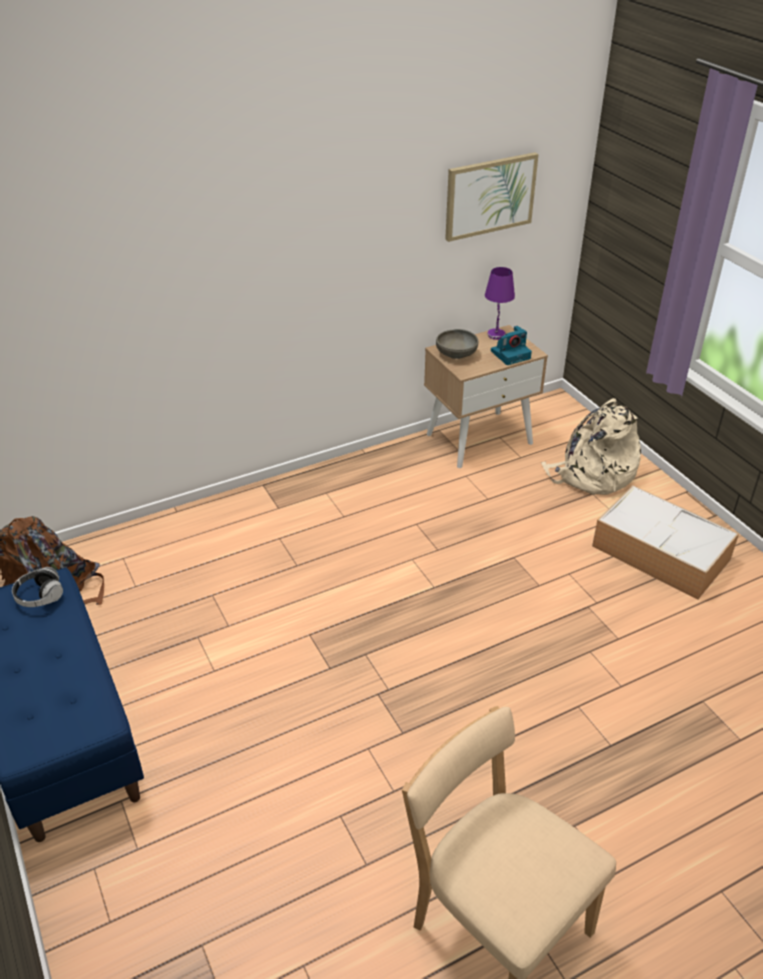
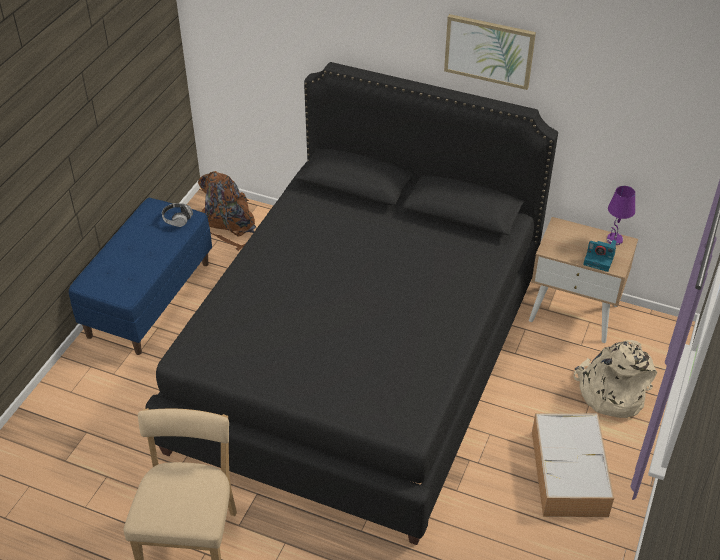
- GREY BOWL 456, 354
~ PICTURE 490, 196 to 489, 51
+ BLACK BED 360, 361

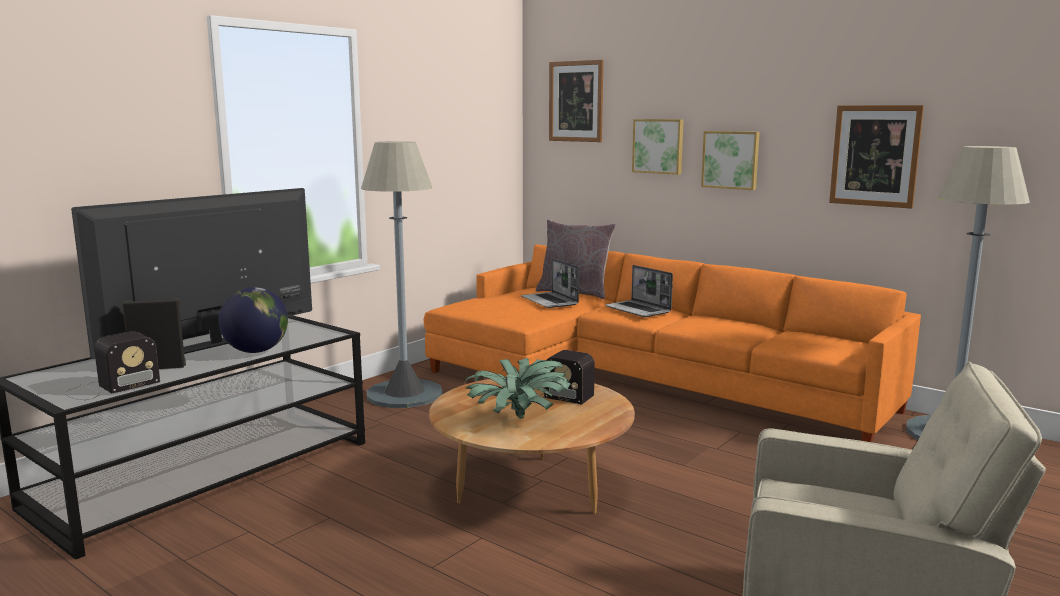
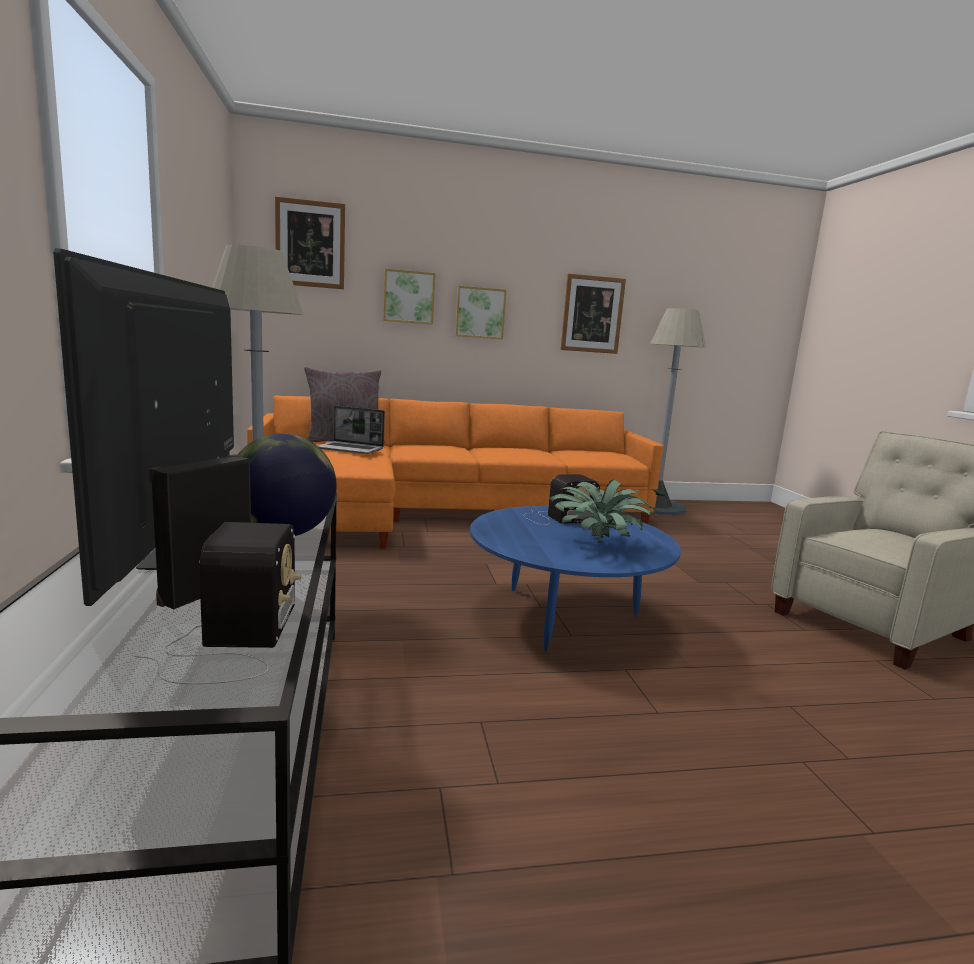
~ BROWN COFFEE TABLE 531, 490 to BLUE COFFEE TABLE 564, 617
- LAPTOP 639, 310

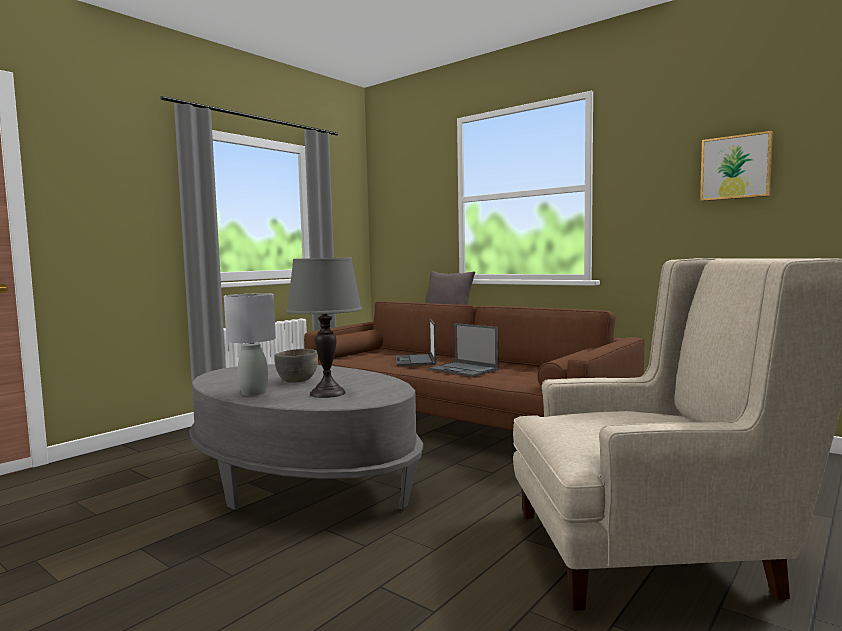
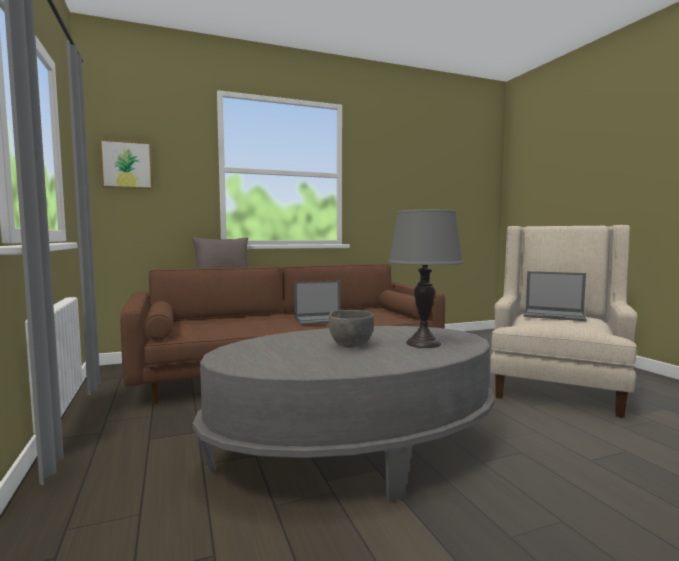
- GREY TABLE LAMP 253, 392
~ LAPTOP 415, 360 to 554, 315
~ PICTURE 736, 167 to 127, 165

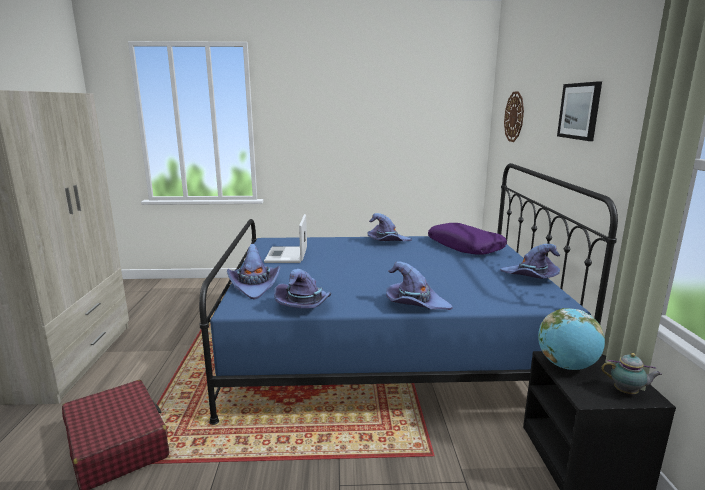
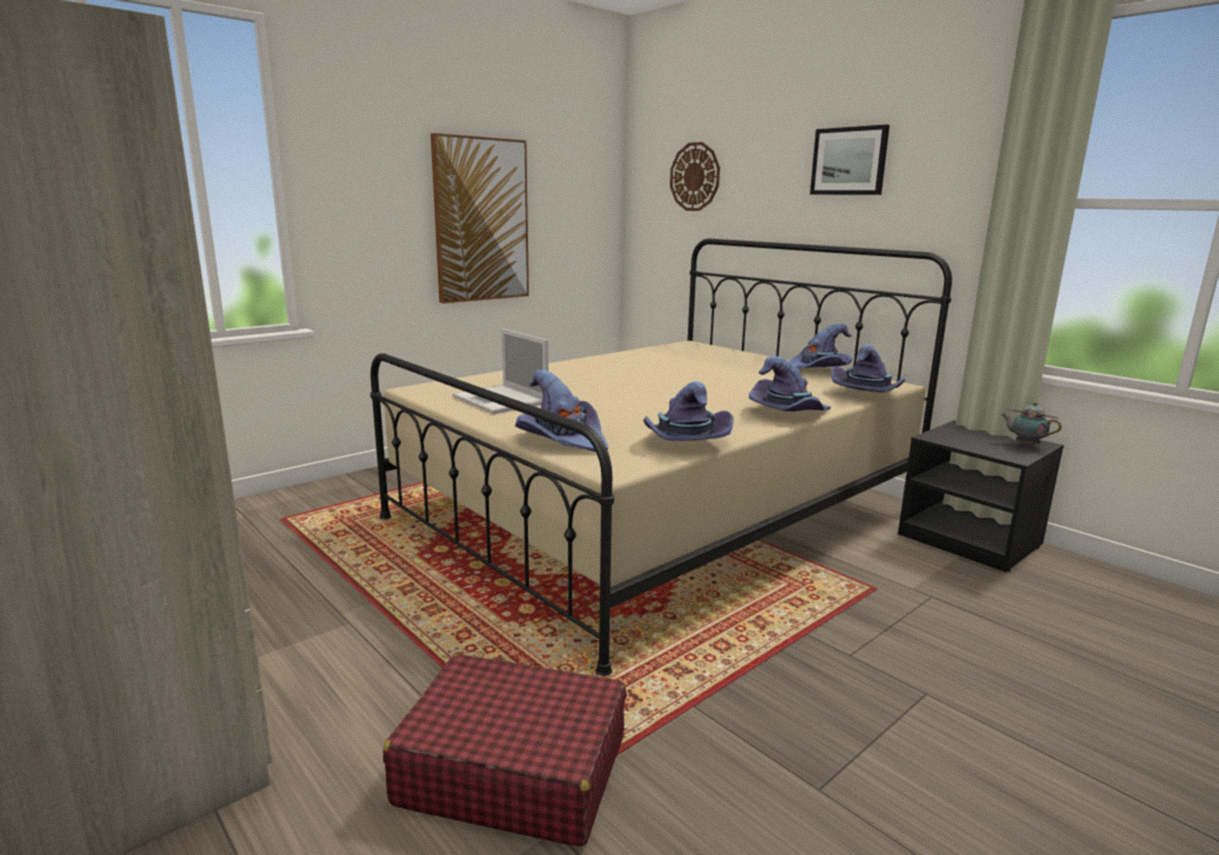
~ BLUE BED 385, 348 to BEIGE BED 658, 512
~ PURPLE HAT 387, 242 to 866, 394
- PURPLE PILLOW 465, 246
- GLOBE 566, 366
~ TEAPOT 627, 392 = 1025, 445 120 degrees counterclockwise
+ PICTURE 481, 220

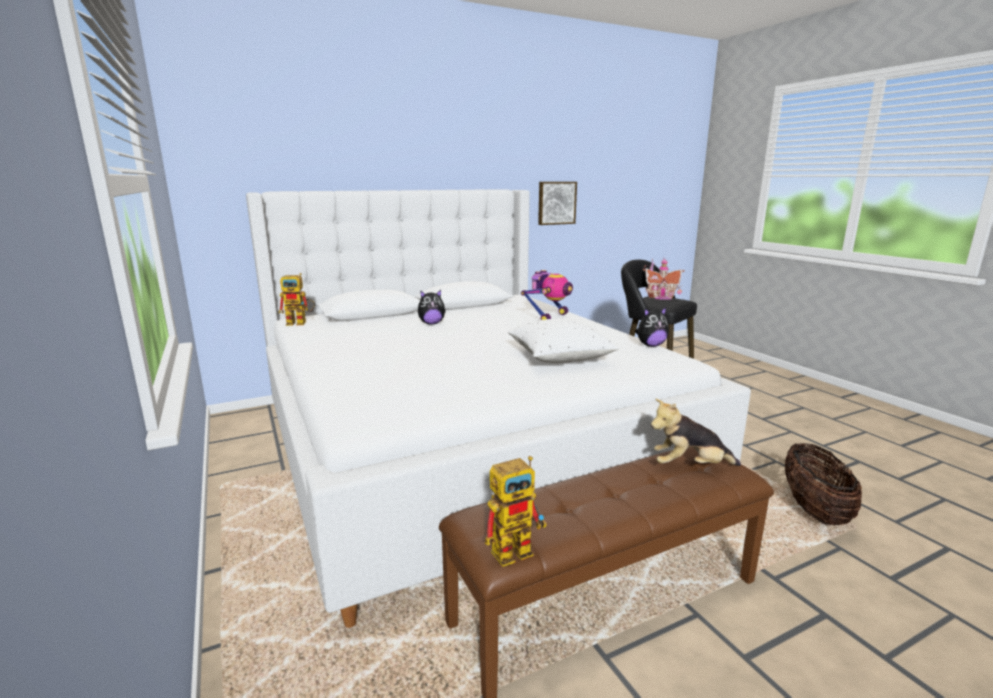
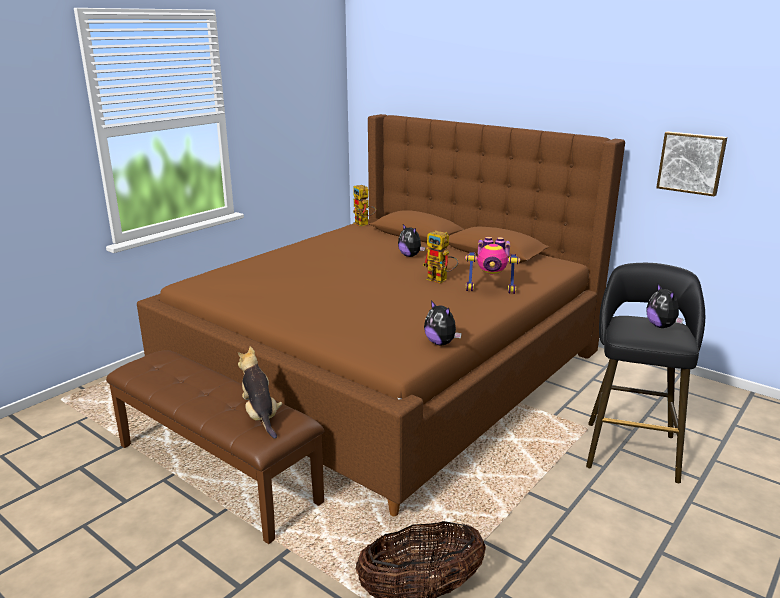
~ WHITE BED 465, 445 to BROWN BED 389, 370
~ TOY ROBOT 517, 548 to 441, 280
- WHITE PILLOW 559, 358
~ TOY HOUSE 661, 297 to PLUSH TOY 661, 326

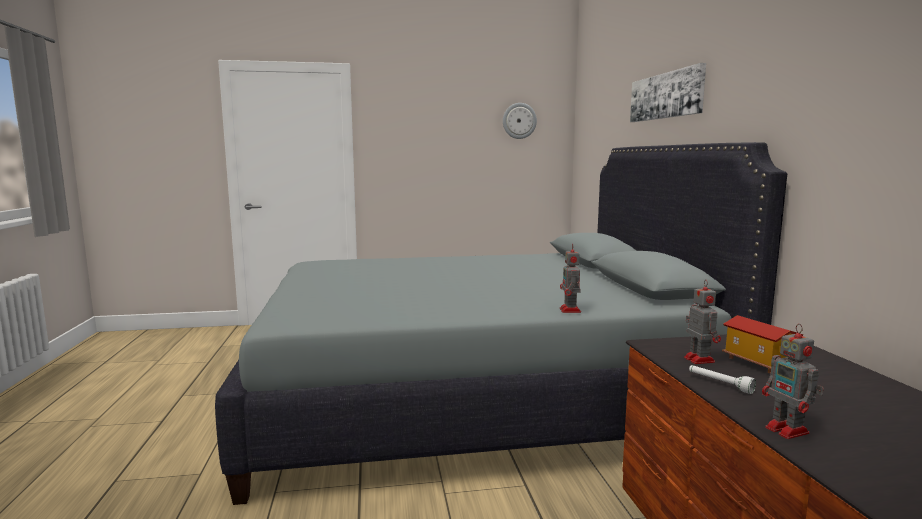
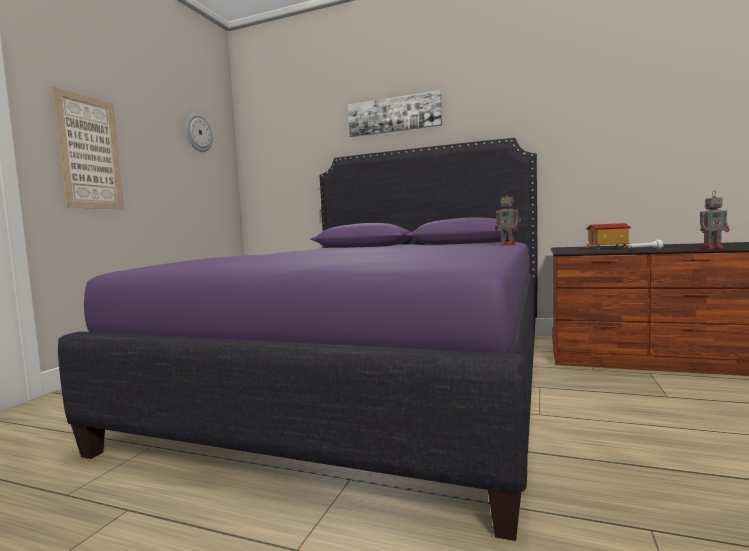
~ GREY BED 475, 399 to PURPLE BED 376, 377
- TOY ROBOT 698, 359
+ PICTURE 90, 152

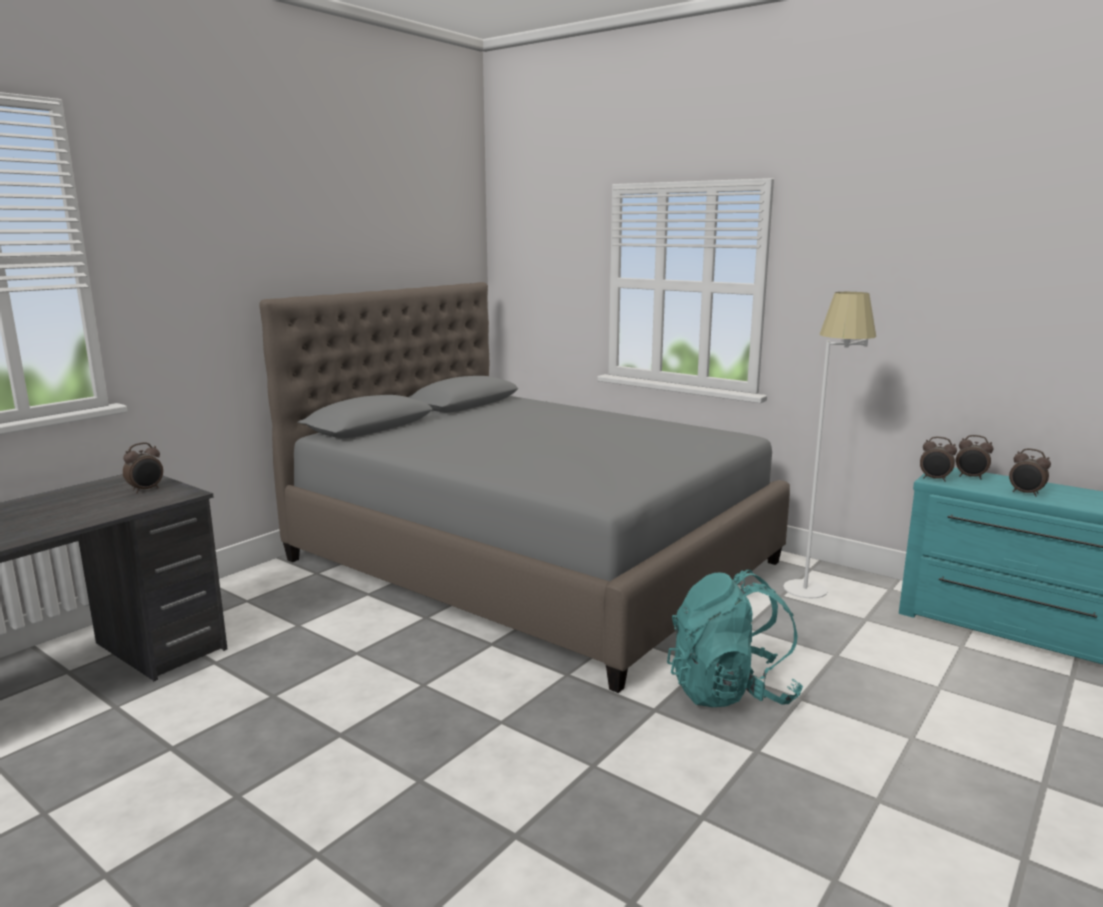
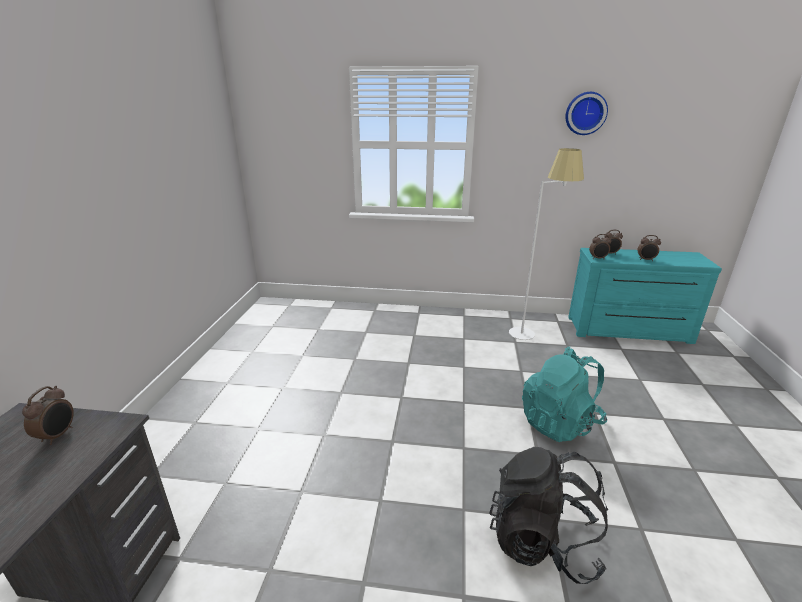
- GREY BED 532, 560
+ BLACK BACKPACK 542, 541
+ WALL CLOCK 585, 113

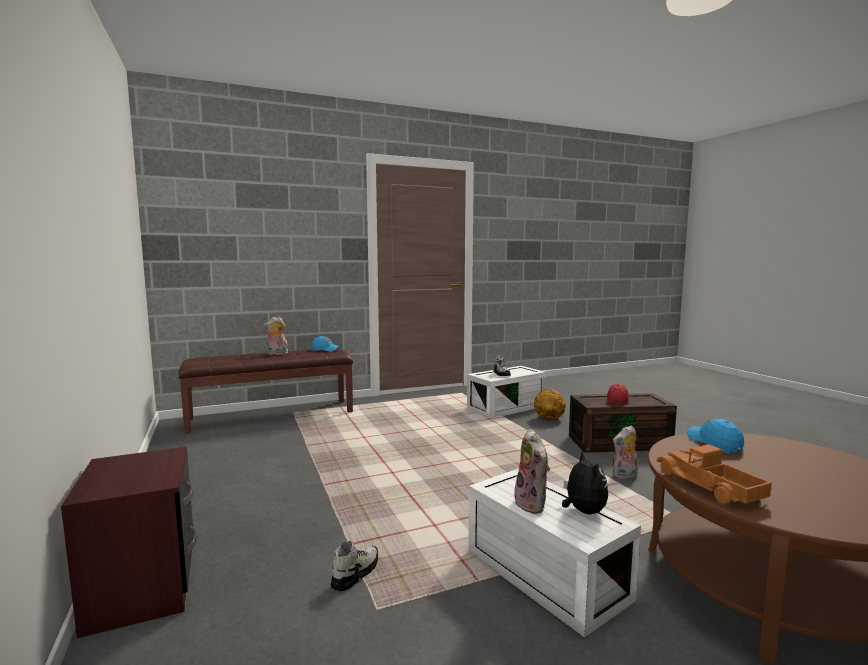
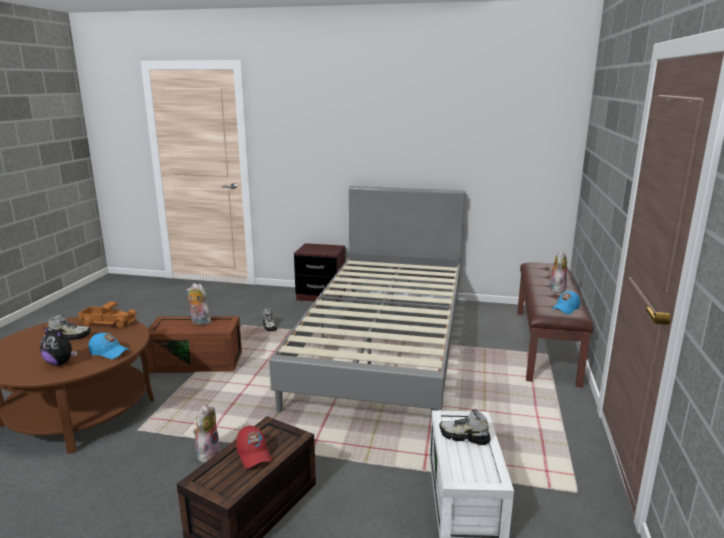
~ WHITE STORAGE BOX 542, 574 to BROWN STORAGE BOX 198, 361
- BASKETBALL 548, 418
~ PLUSH TOY 583, 511 to 61, 363
+ SHOE 70, 337
+ GREY BED 384, 345

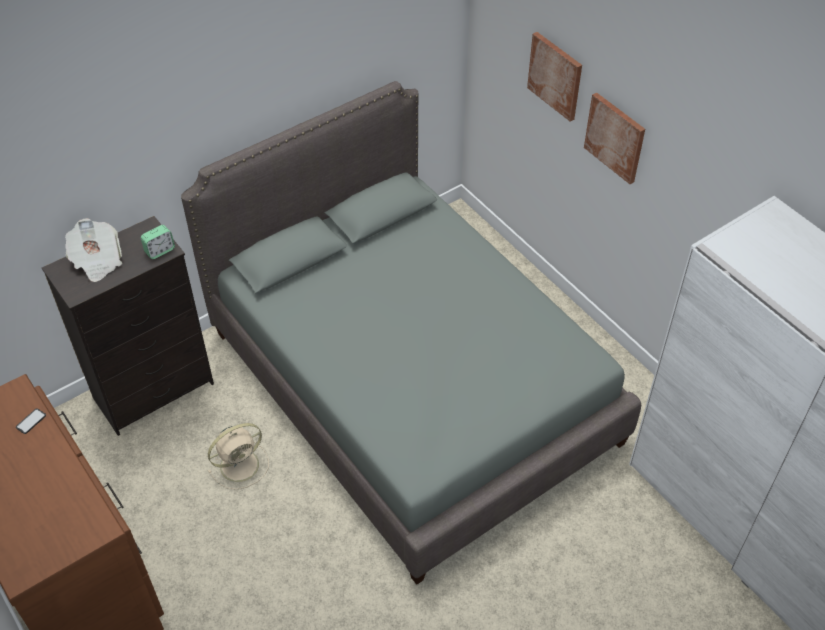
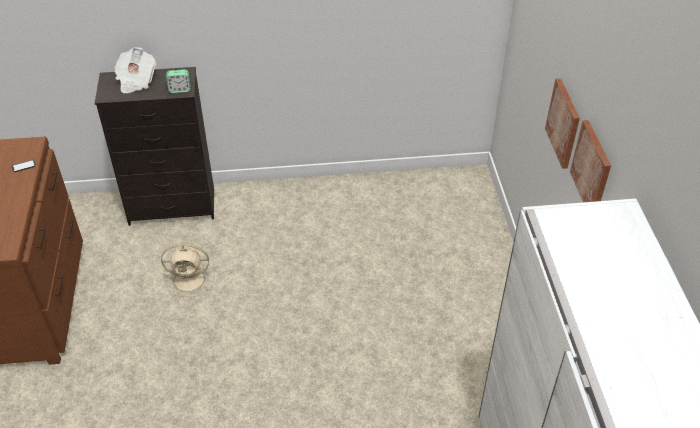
- GREY BED 412, 385
~ PICTURE 555, 75 to 592, 168

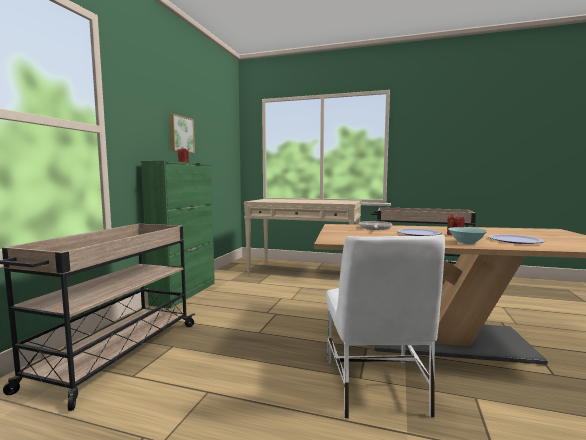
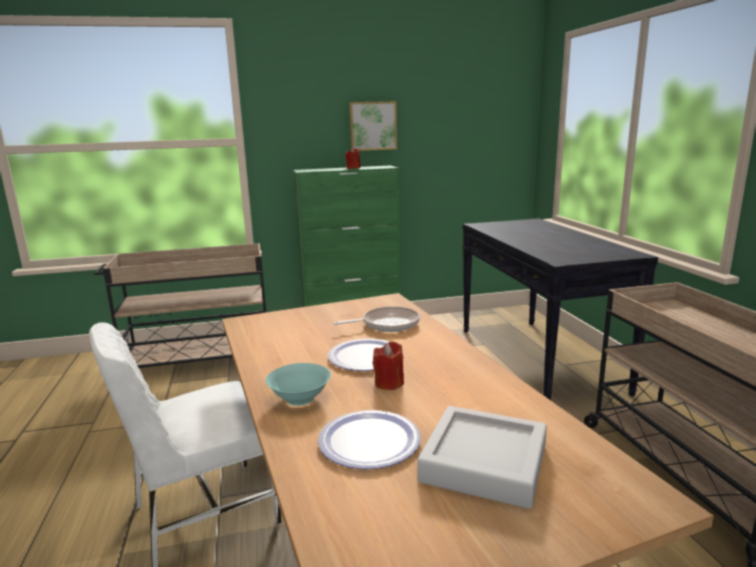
~ BEIGE CONSOLE TABLE 304, 271 to BLACK CONSOLE TABLE 538, 359
+ GREY TRAY 484, 463

